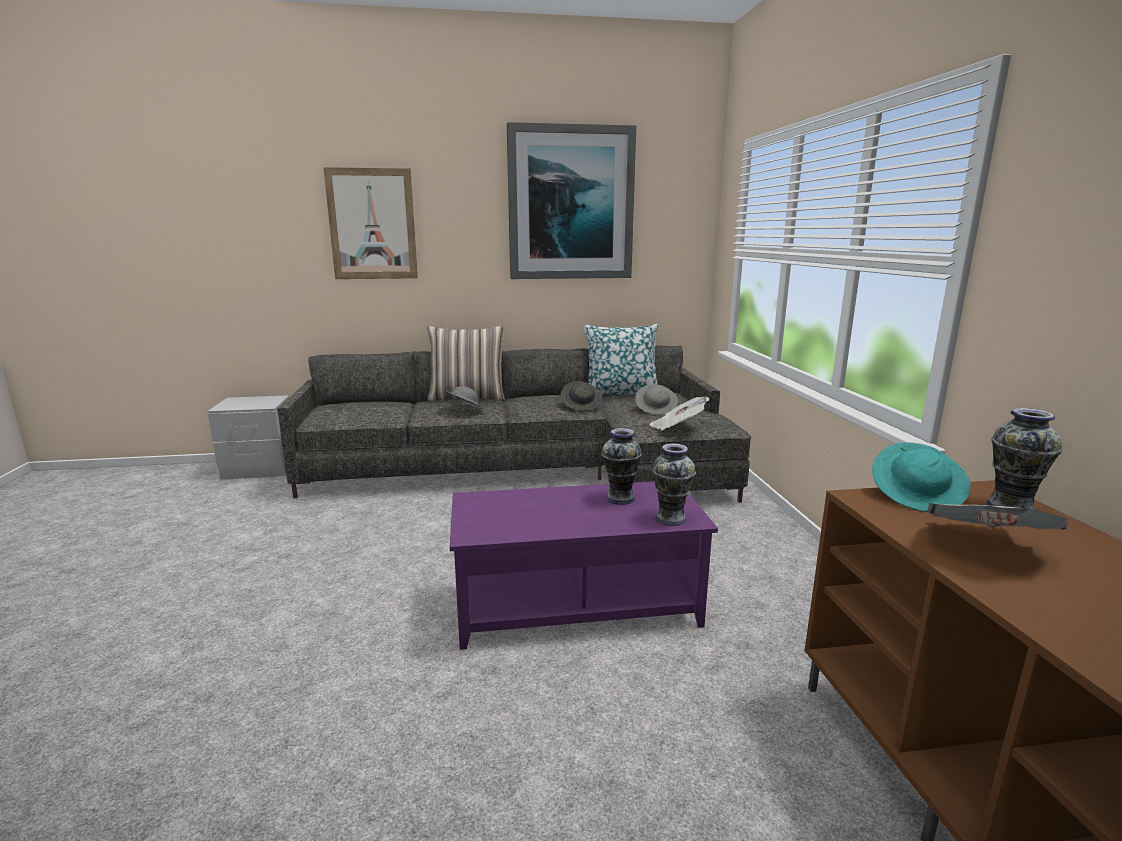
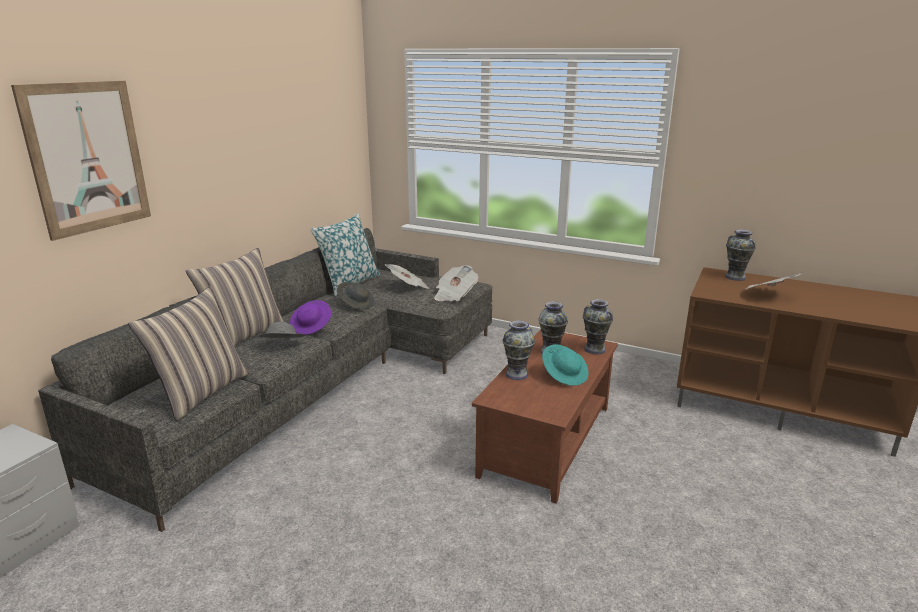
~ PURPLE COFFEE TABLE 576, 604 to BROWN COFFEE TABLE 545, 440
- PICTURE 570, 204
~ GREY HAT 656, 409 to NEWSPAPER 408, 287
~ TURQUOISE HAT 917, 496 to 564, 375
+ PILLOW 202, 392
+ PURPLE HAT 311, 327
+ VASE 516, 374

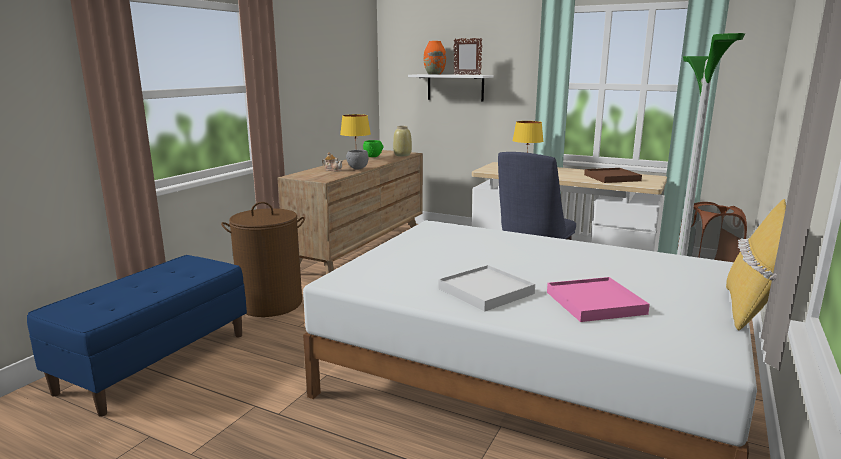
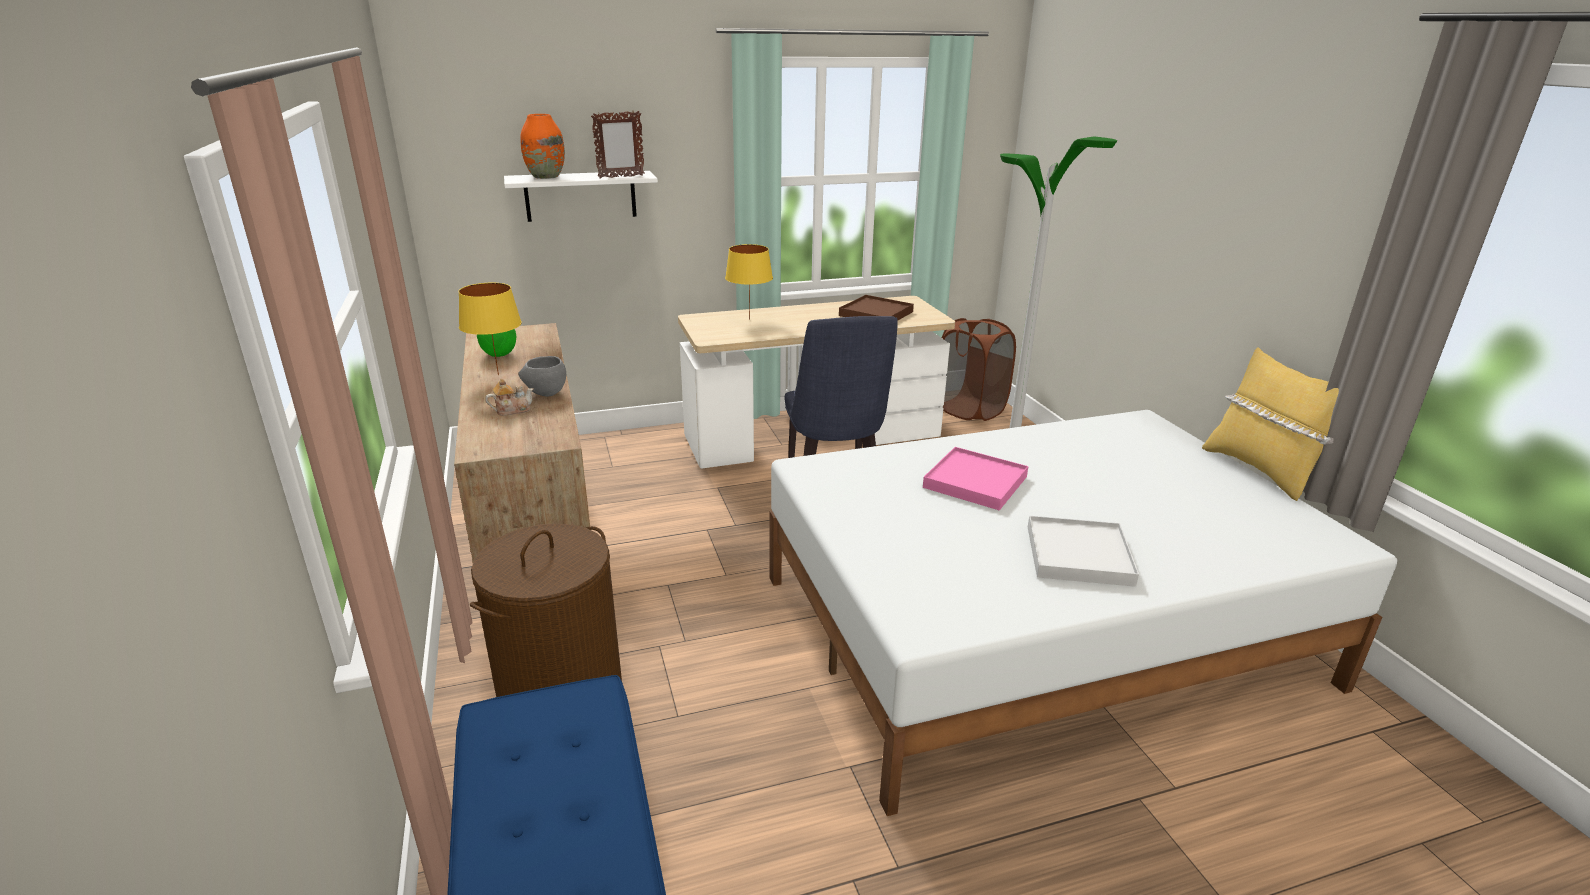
- BEIGE VASE 402, 155
~ PINK TRAY 594, 303 to 975, 482

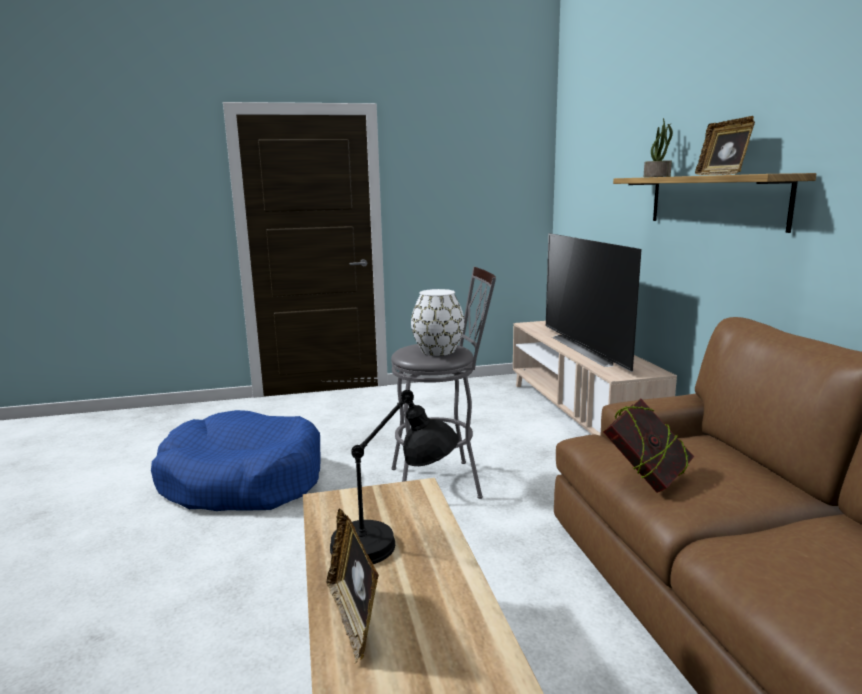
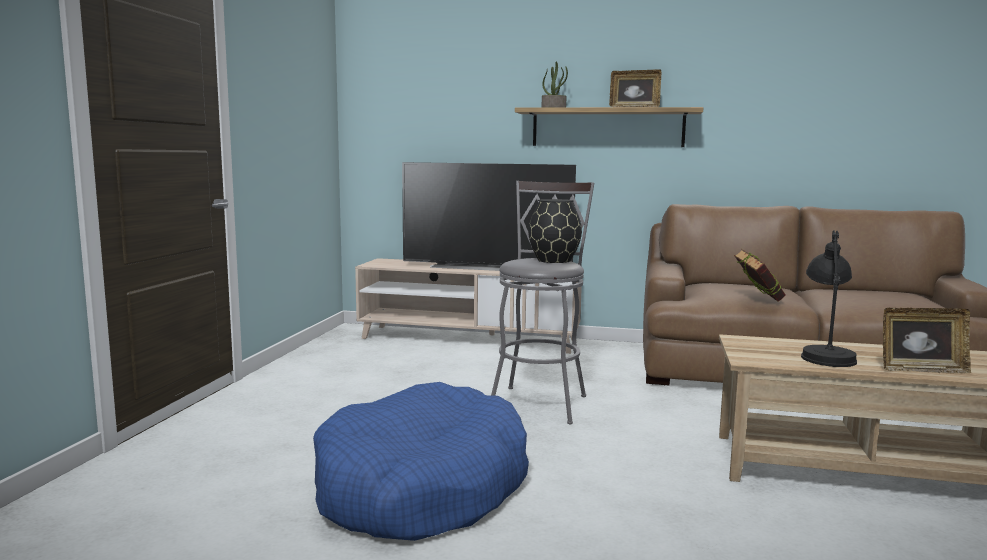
~ WHITE VASE 437, 351 to BLACK VASE 553, 260

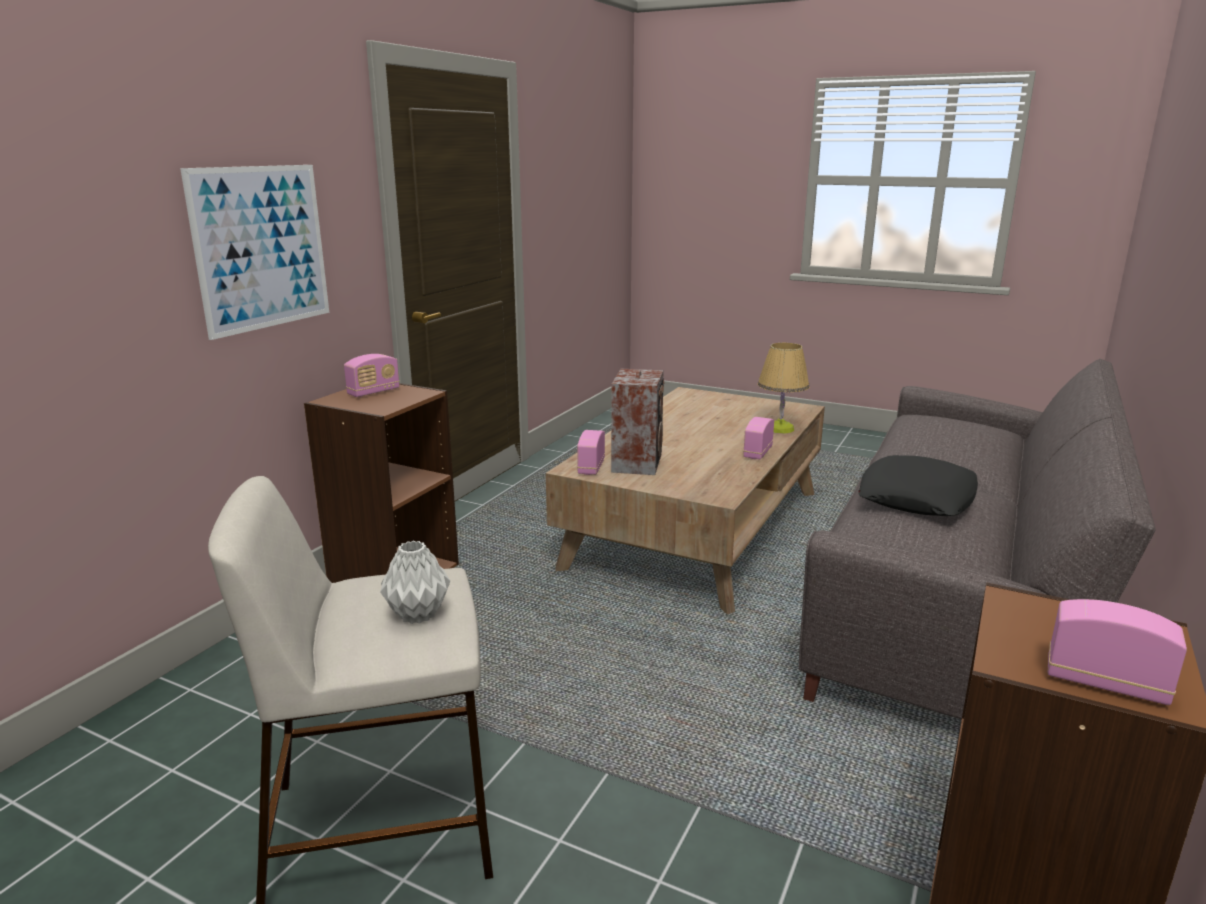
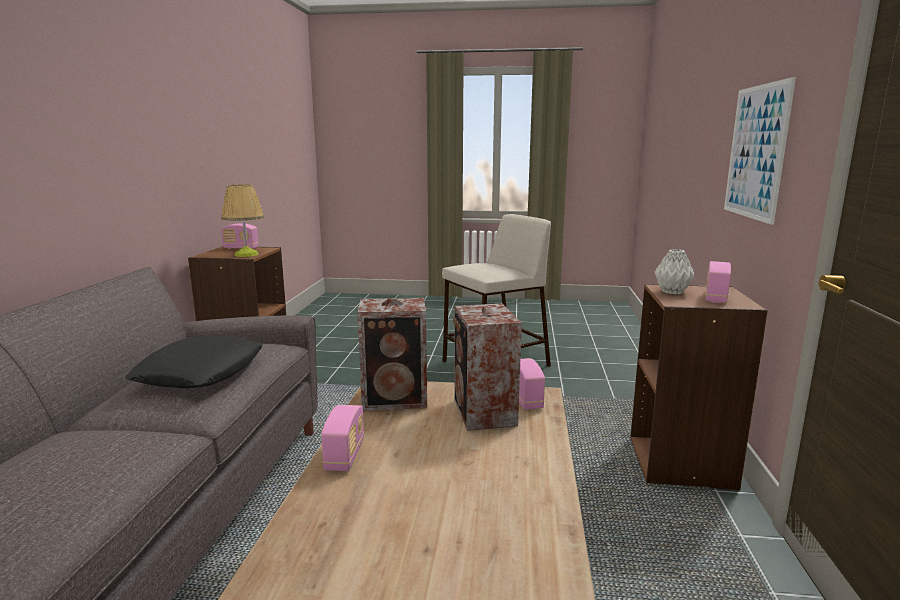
~ GREY VASE 416, 615 to 672, 292
~ TABLE LAMP 780, 428 to 246, 254
+ SPEAKER 397, 399

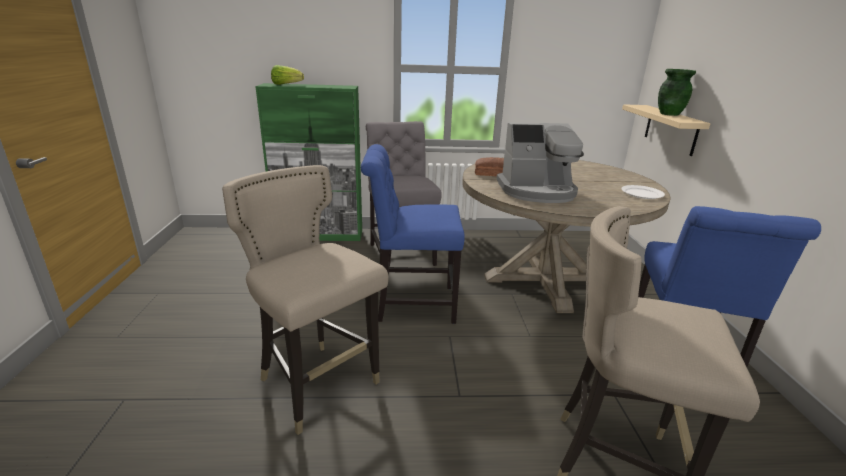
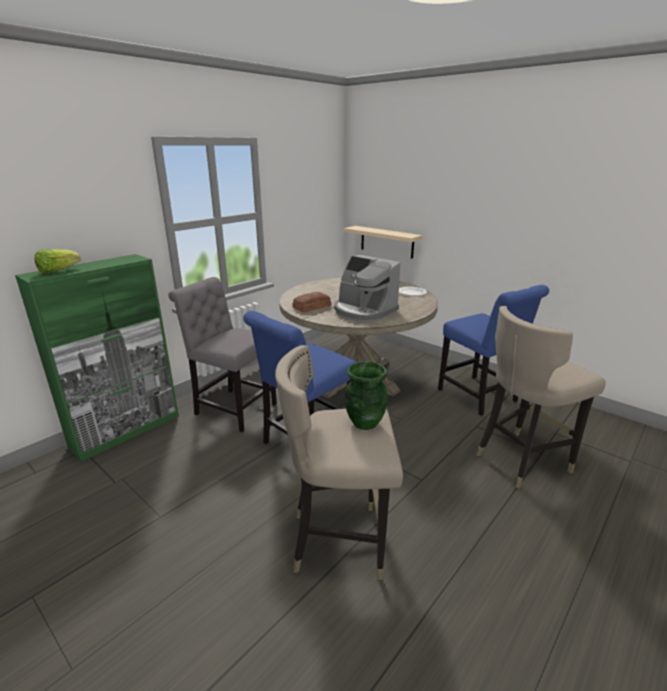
~ COFFEE MACHINE 537, 191 = 364, 311 90 degrees clockwise
~ GREEN VASE 669, 114 to 364, 422

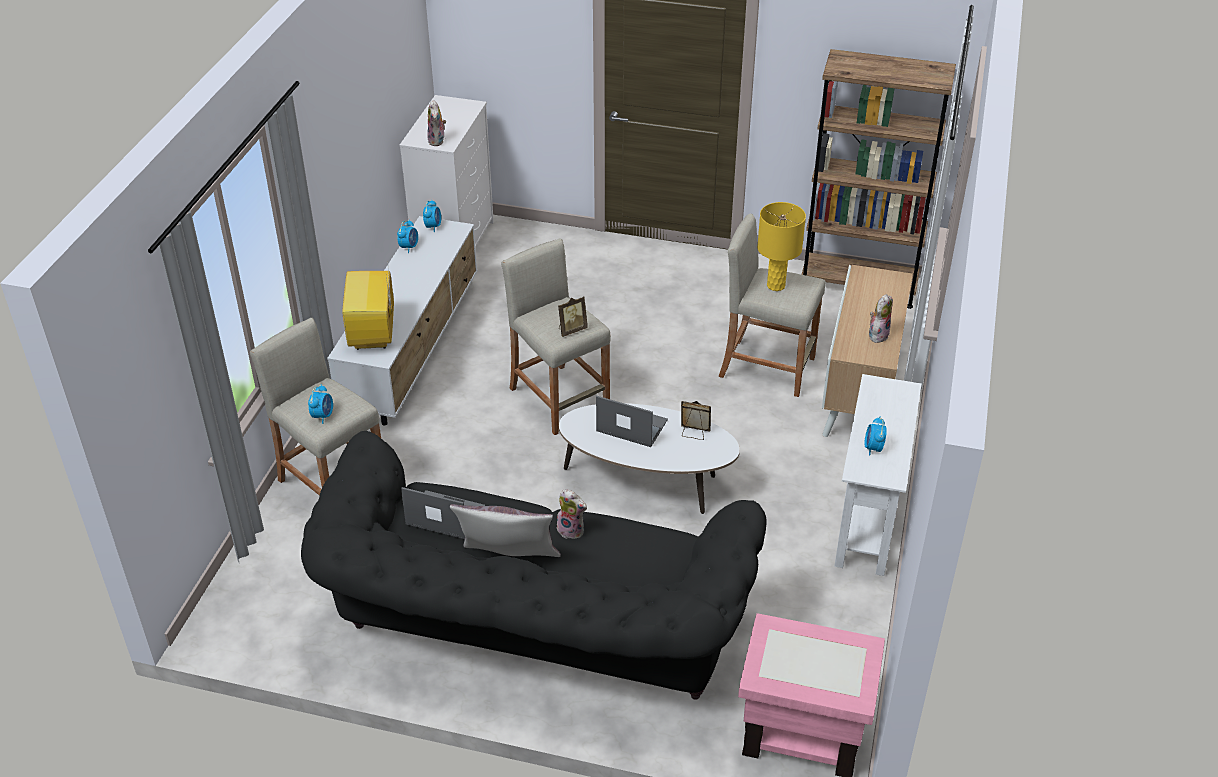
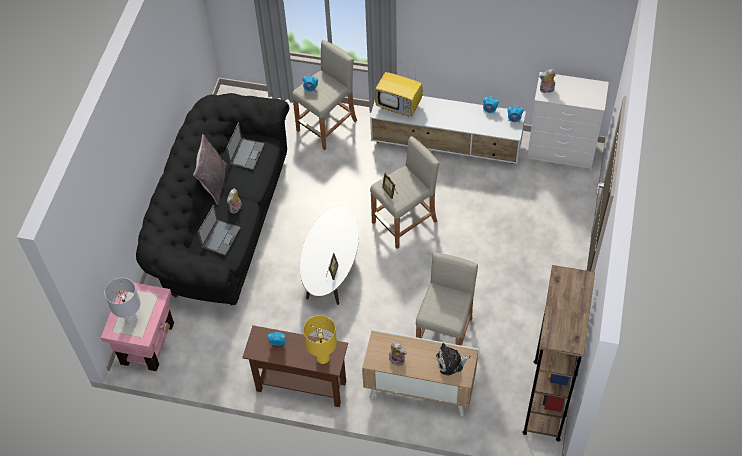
~ TELEVISION 373, 334 = 400, 106 150 degrees counterclockwise
~ LAPTOP 631, 425 to 221, 237
~ YELLOW TABLE LAMP 775, 285 to 323, 358
~ WHITE CONSOLE TABLE 867, 521 to BROWN CONSOLE TABLE 301, 386
+ GREY TABLE LAMP 131, 320
+ PLUSH TOY 451, 362

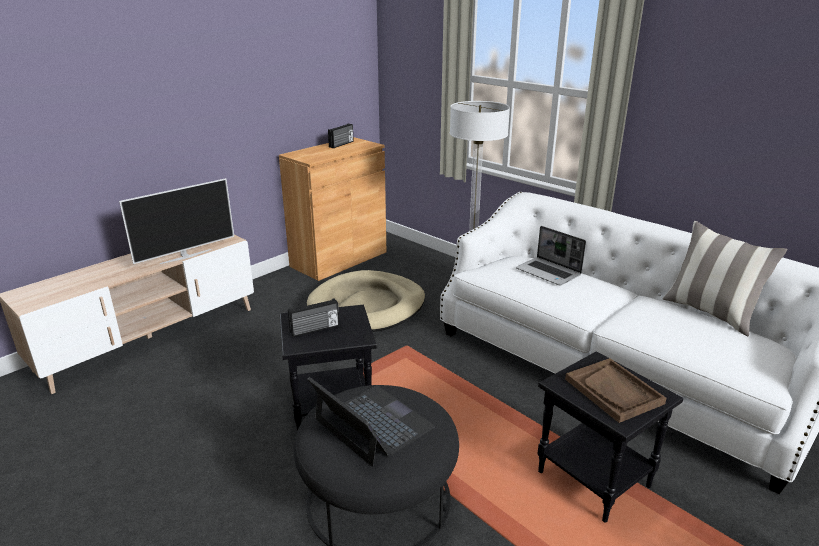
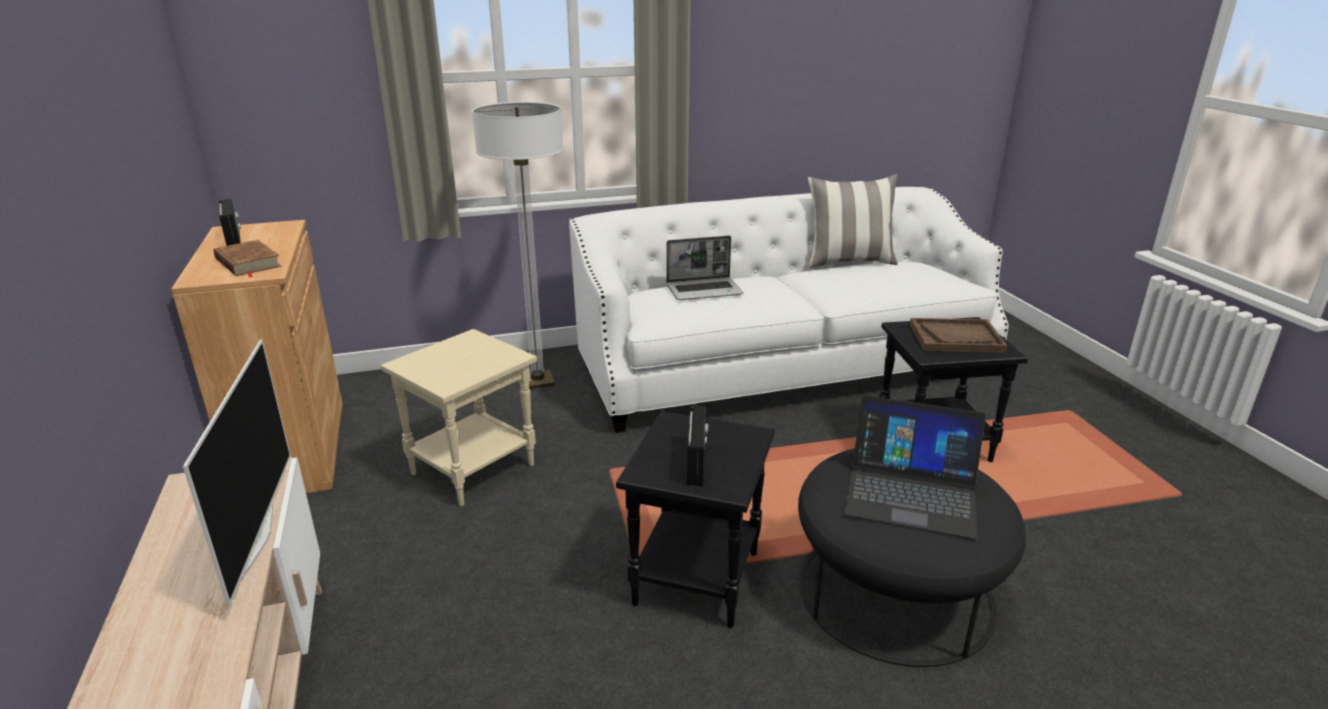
~ BEIGE DOG BED 367, 306 to BEIGE SIDE TABLE 473, 468
~ LAPTOP 372, 424 = 911, 492 150 degrees counterclockwise
+ BROWN BOOK 247, 263

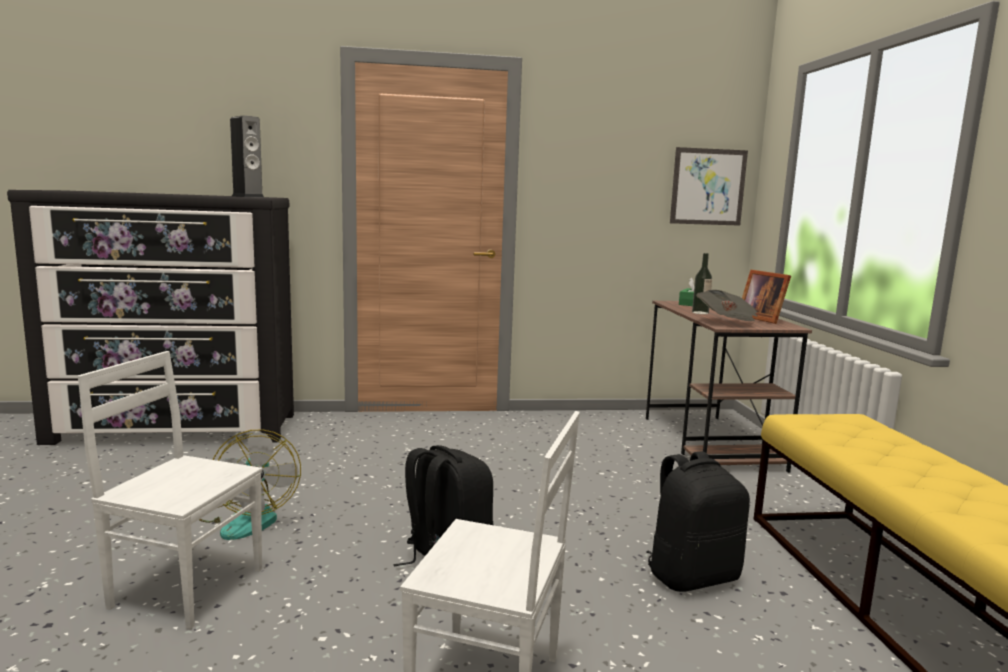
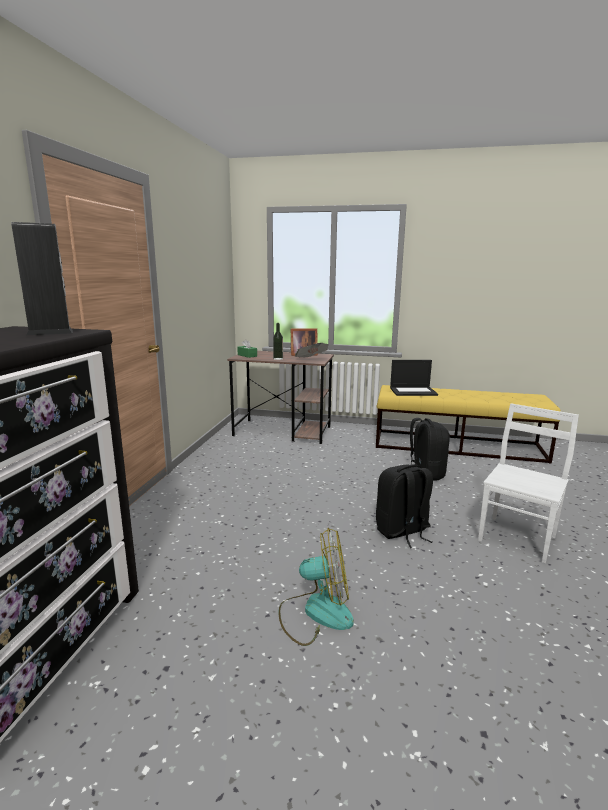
- WHITE CHAIR 187, 586
- PICTURE 708, 187
+ LAPTOP 413, 391

